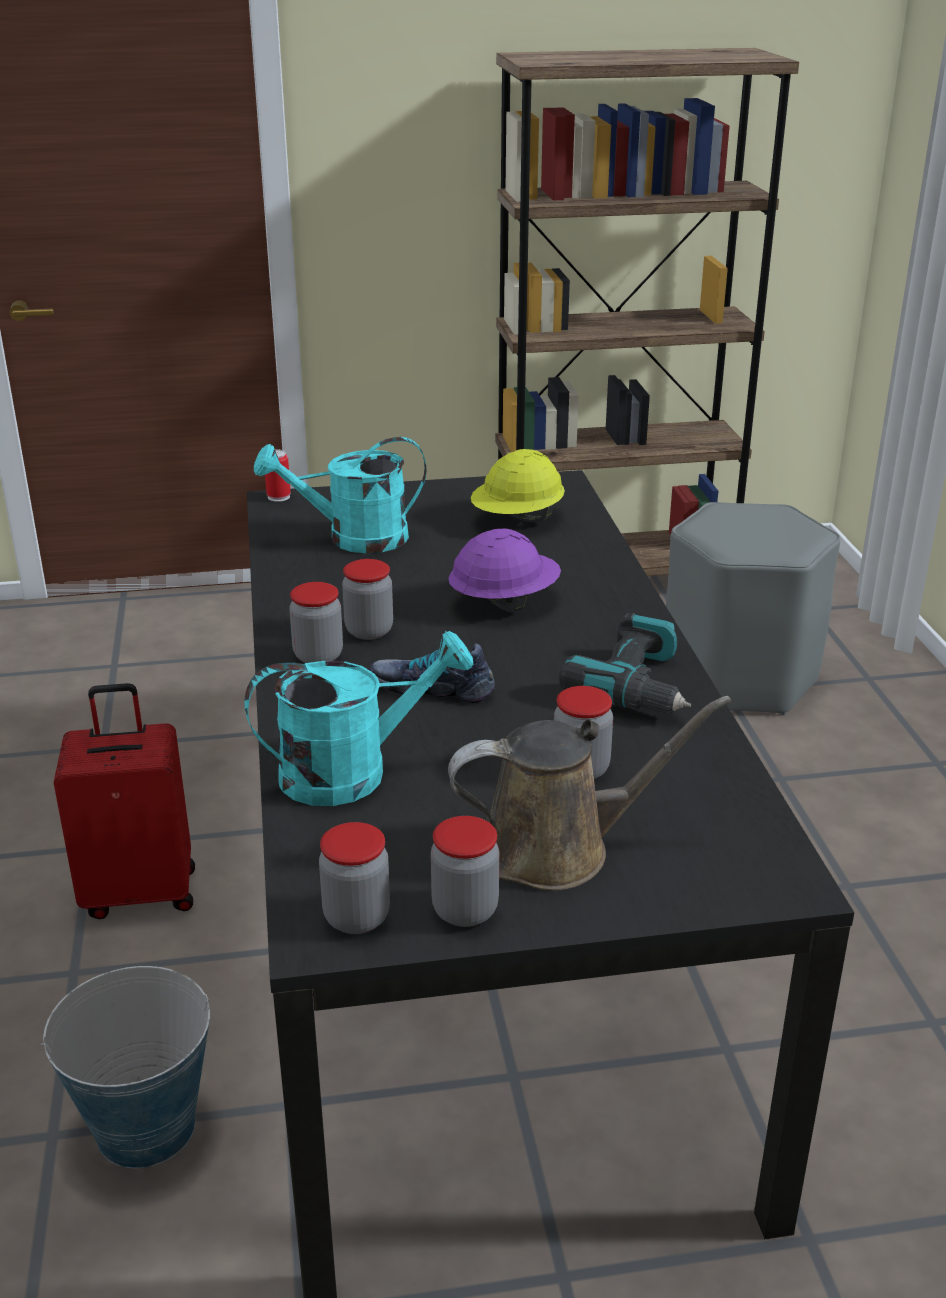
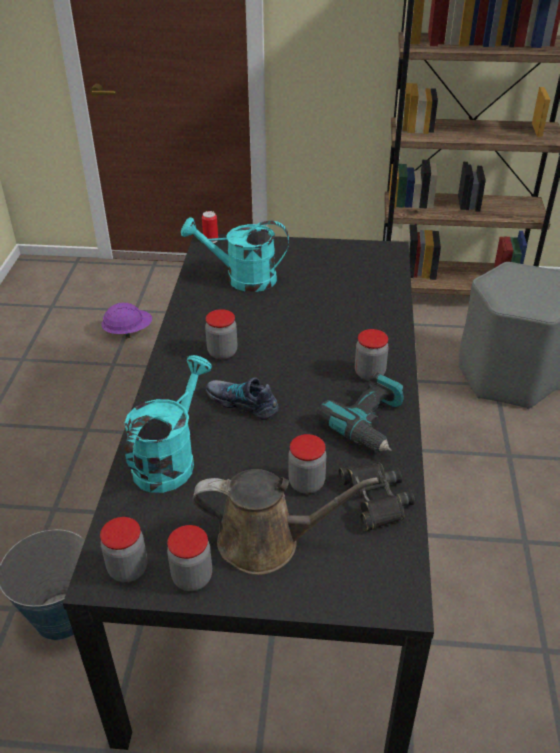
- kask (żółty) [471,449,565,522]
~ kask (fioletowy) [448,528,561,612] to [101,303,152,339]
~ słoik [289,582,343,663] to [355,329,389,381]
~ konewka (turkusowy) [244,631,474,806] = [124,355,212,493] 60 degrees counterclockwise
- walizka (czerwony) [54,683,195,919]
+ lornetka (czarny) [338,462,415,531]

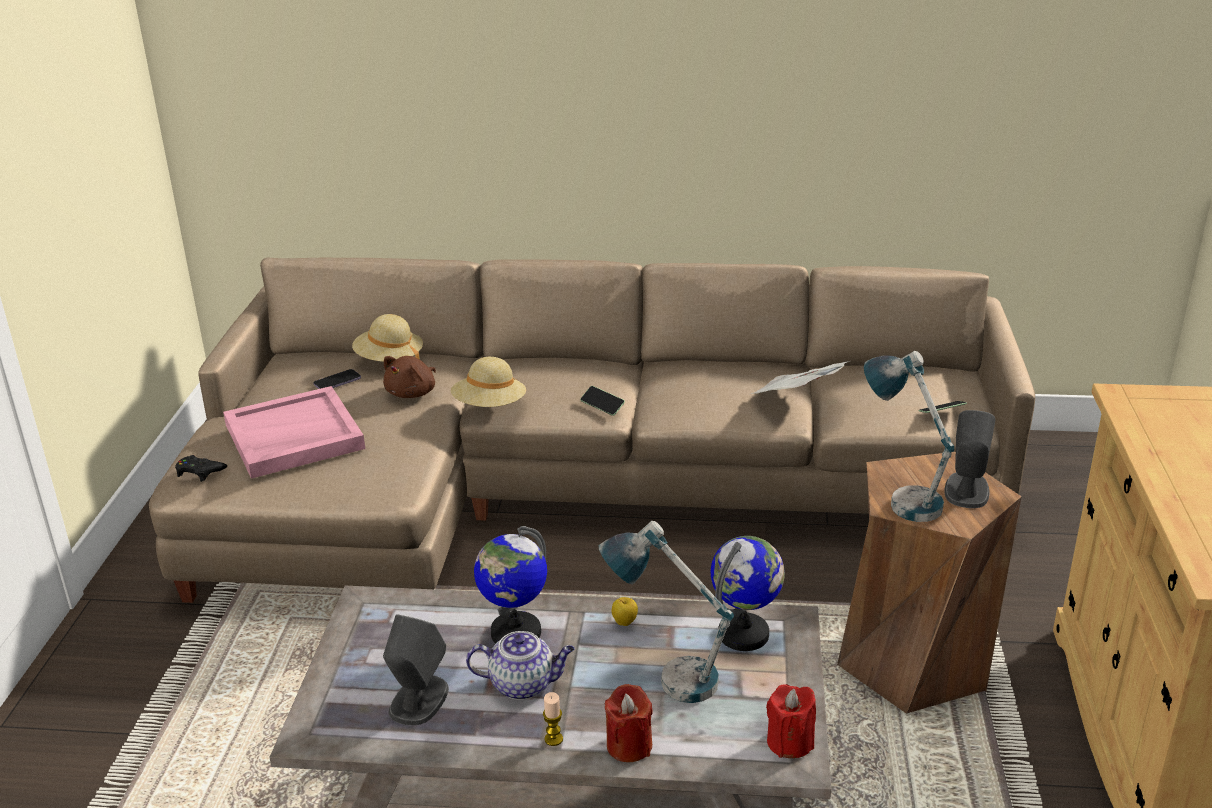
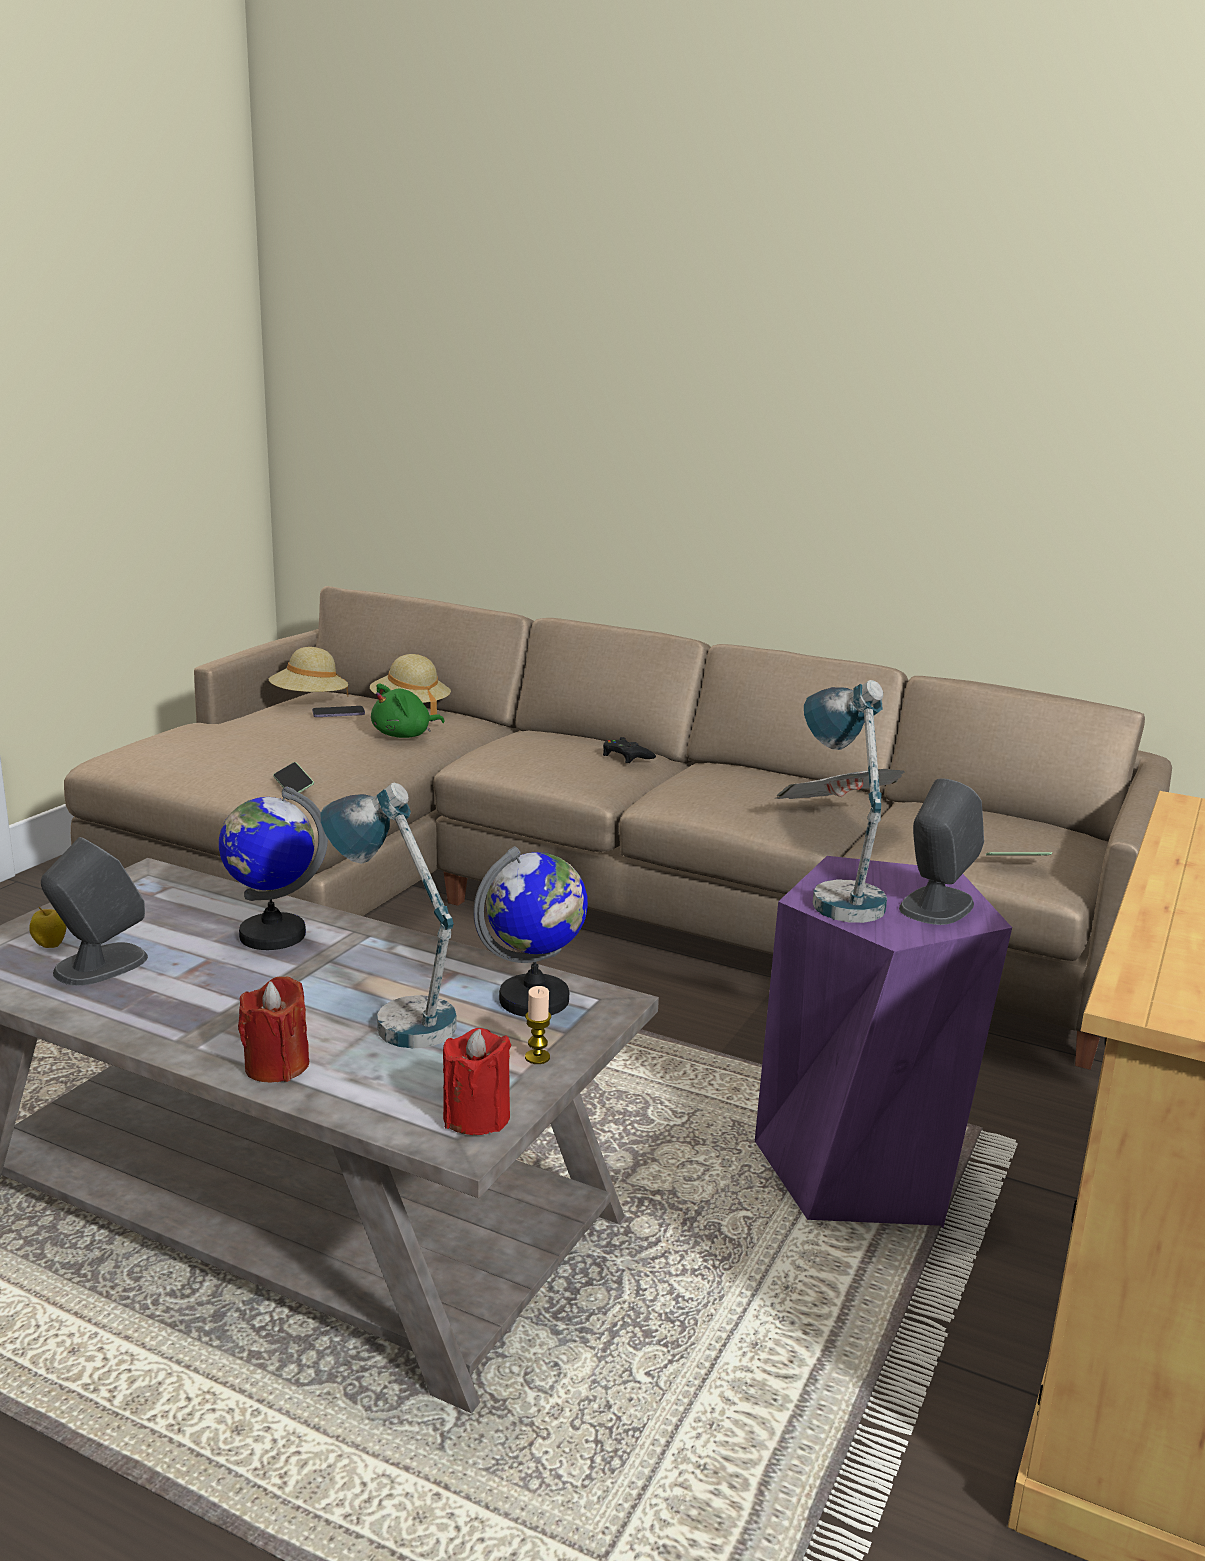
~ pluszak (brązowy) [383,356,436,398] to pluszak (zielony) [371,684,444,738]
~ kapelusz (beżowy) [451,357,526,407] to [269,647,348,697]
- taca (różowy) [223,386,365,479]
~ telefon [580,386,625,416] to [273,762,314,793]
~ stołek (brązowy) [837,452,1022,714] to stołek (fioletowy) [755,856,1012,1228]
~ pad do gier (czarny) [175,455,227,482] to [603,737,656,763]
~ jabłko [612,597,638,626] to [29,907,66,948]
- imbryk [466,631,575,700]
~ świeca [543,692,563,746] to [525,986,551,1064]

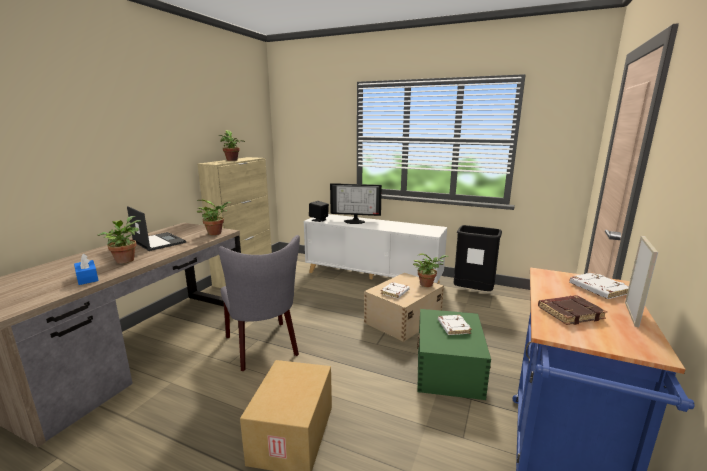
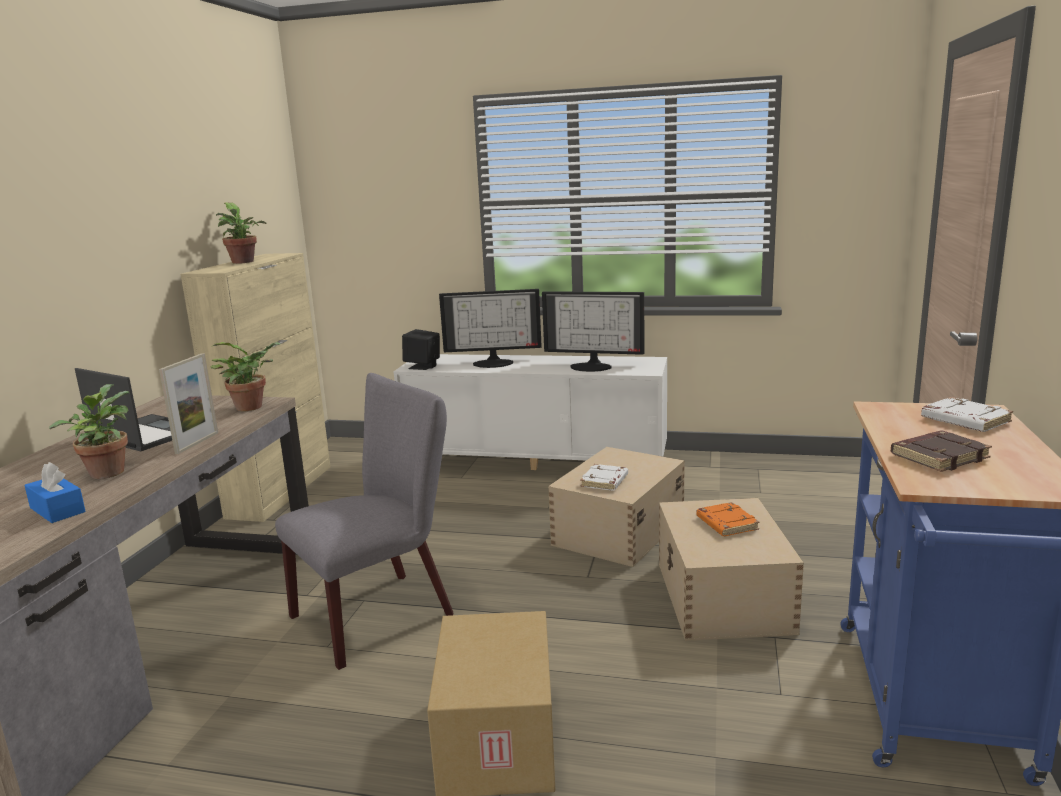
- kosz na śmieci (czarny) [454,225,502,291]
~ krzesło (szary) [219,235,300,371] = [275,373,453,670] 90 degrees counterclockwise
~ ramka na zdjęcie [625,236,658,327] to [159,353,218,454]
- roślina doniczkowa [413,253,448,287]
~ pojemnik do przechowywania (zielony) [417,309,491,400] to pojemnik do przechowywania (beżowy) [659,498,804,641]
~ książka (biały) [438,315,472,335] to książka (pomarańczowy) [696,502,760,536]
+ monitor [542,291,644,372]

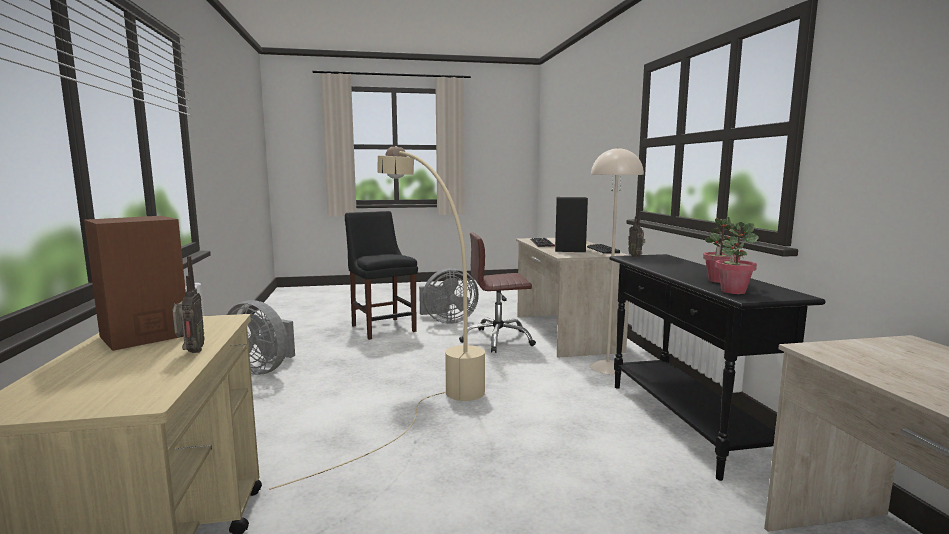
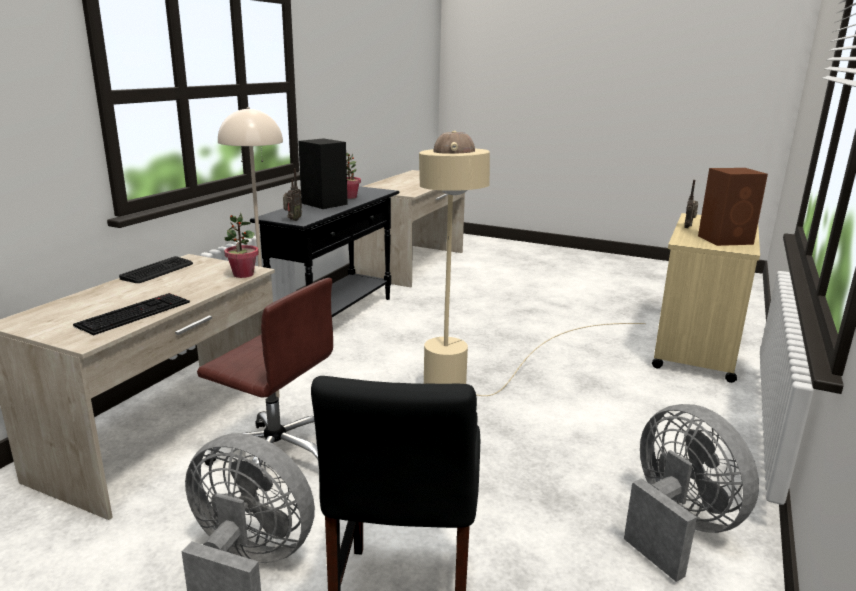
~ głośnik (czarny) [555,197,588,252] to [298,138,347,209]
~ roślina doniczkowa [715,222,759,294] to [224,212,259,278]

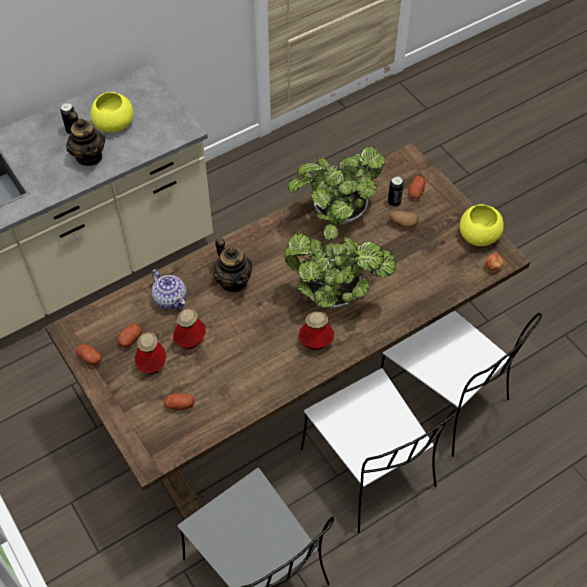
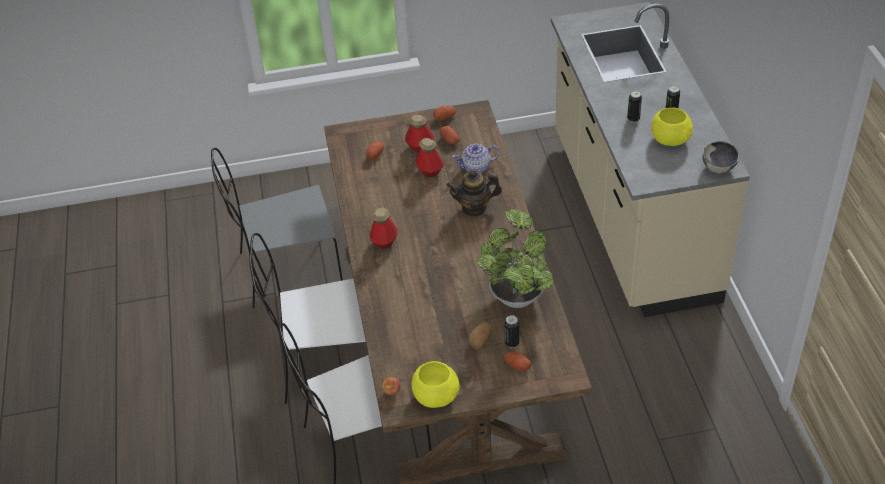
~ imbryk [66,112,105,166] to puszka [627,91,642,122]
- roślina doniczkowa [284,224,396,308]
+ miska [702,141,739,173]

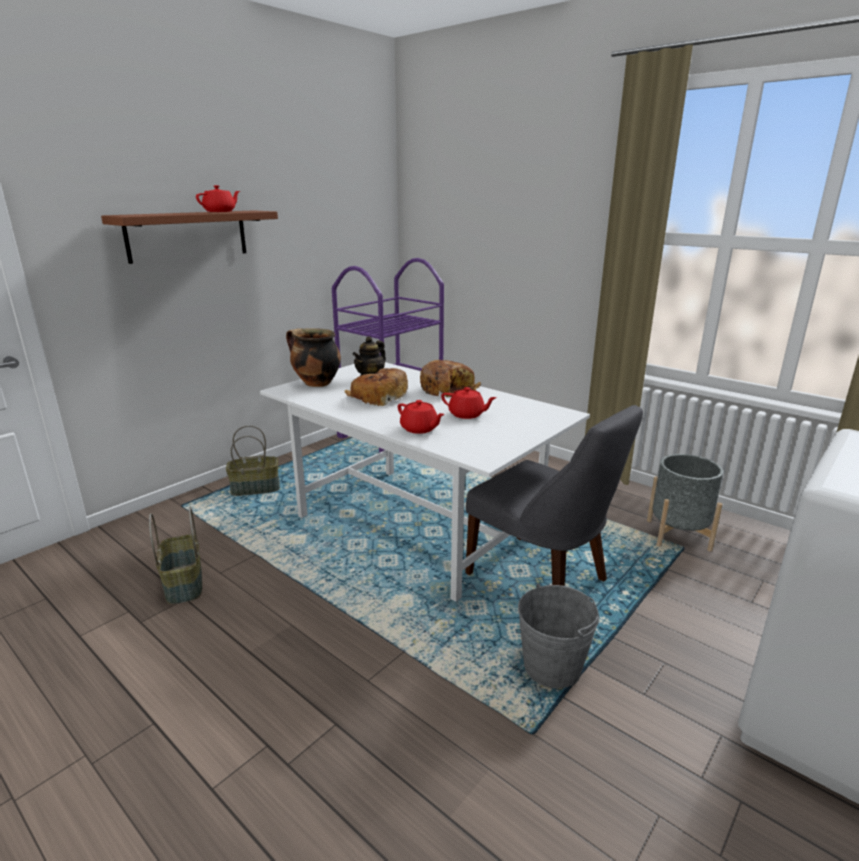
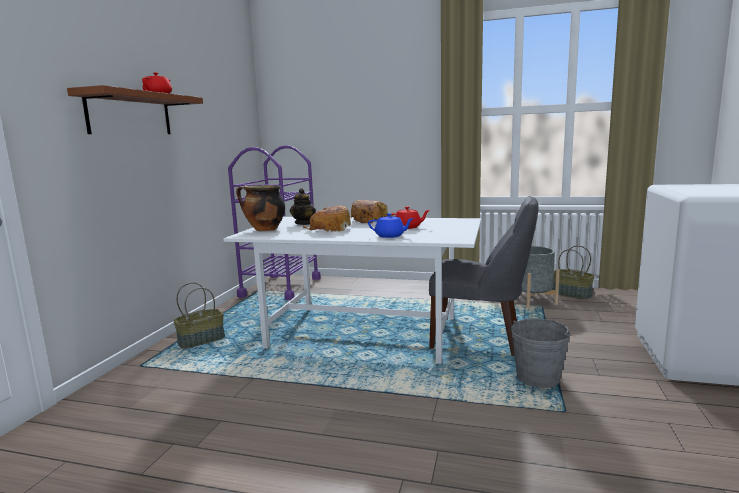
~ imbryk (czerwony) [398,400,445,434] to imbryk (niebieski) [368,213,414,238]
~ koszyk [149,507,202,605] to [552,245,594,300]

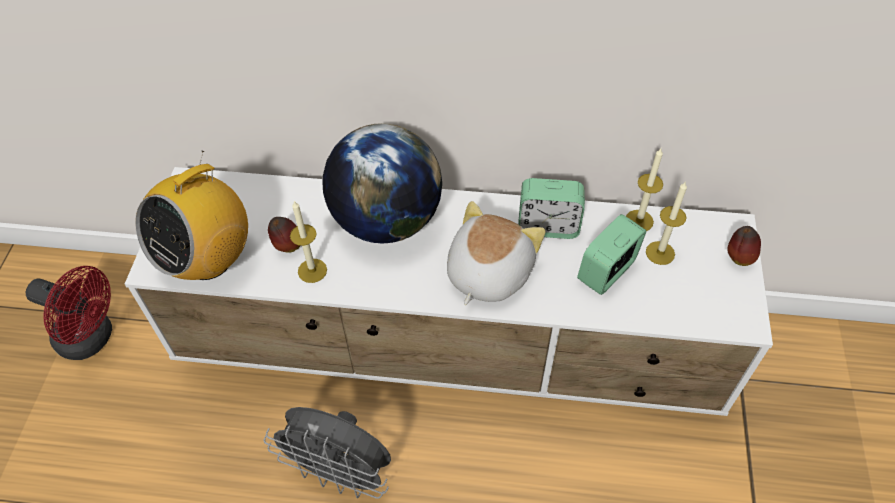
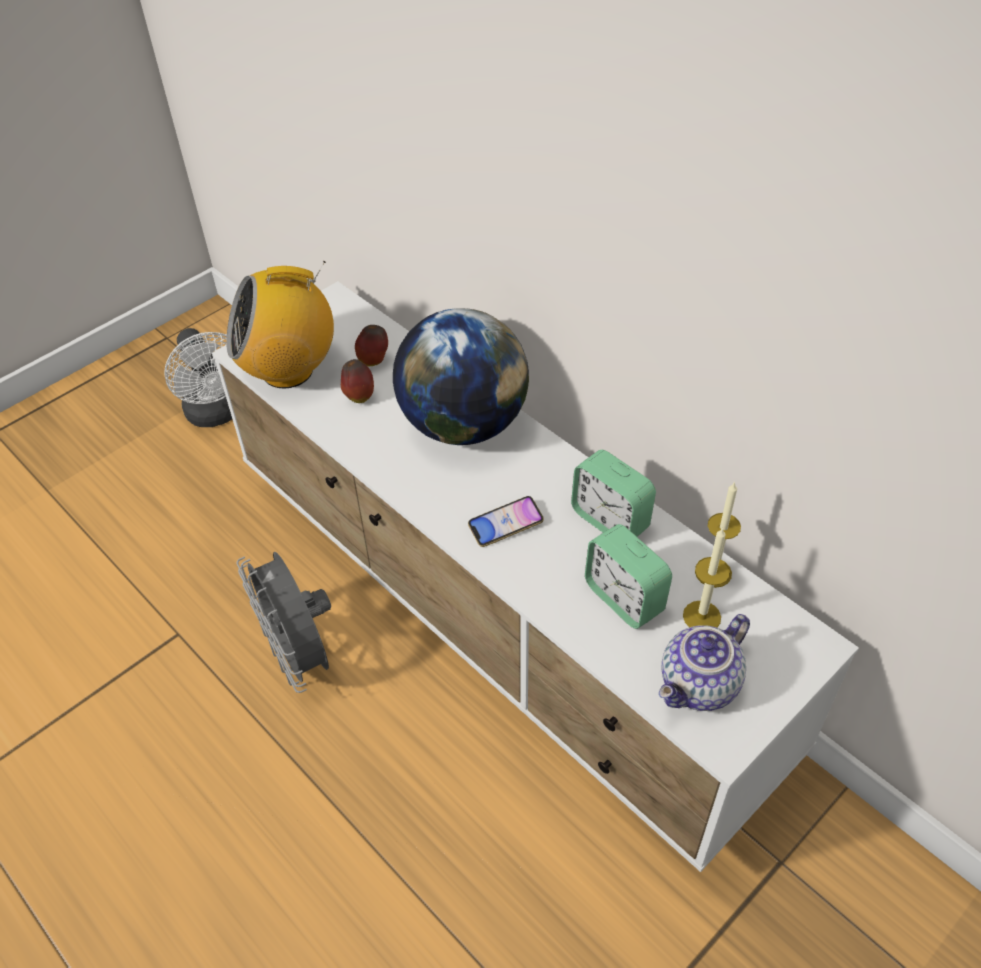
- świeca [290,200,327,283]
~ pluszak [447,201,546,305] to telefon [468,496,544,547]
~ budzik [577,214,646,295] = [585,524,672,629] 120 degrees counterclockwise
~ jabłko [727,226,761,266] to [355,325,388,366]
~ wentylator (czerwony) [26,266,112,360] to wentylator (biały) [164,328,232,427]
+ imbryk [659,614,750,711]

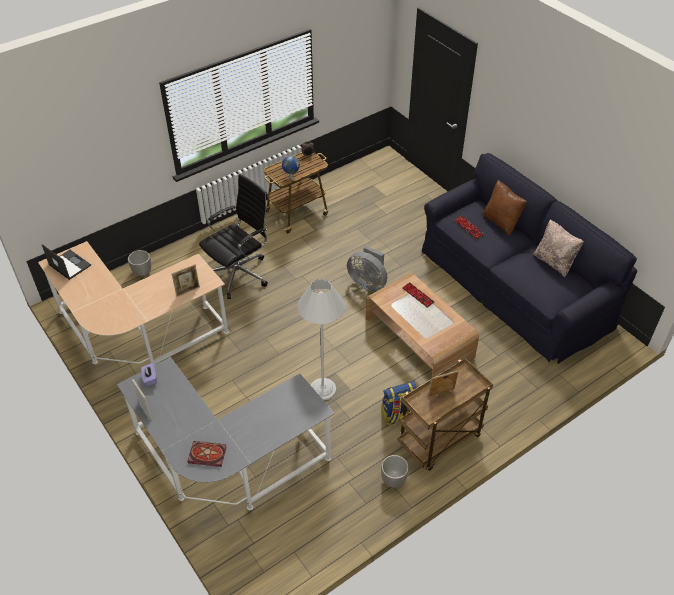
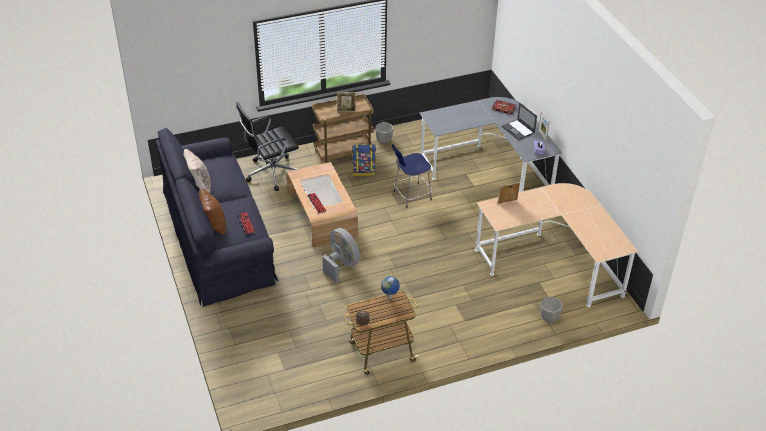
~ krzesło biurowe (czarny) [199,174,268,299] to [236,102,299,191]
~ laptop [42,244,91,280] to [502,103,537,140]
~ lampa stojąca (biały) [297,279,345,400] to stołek (niebieski) [392,144,432,208]

